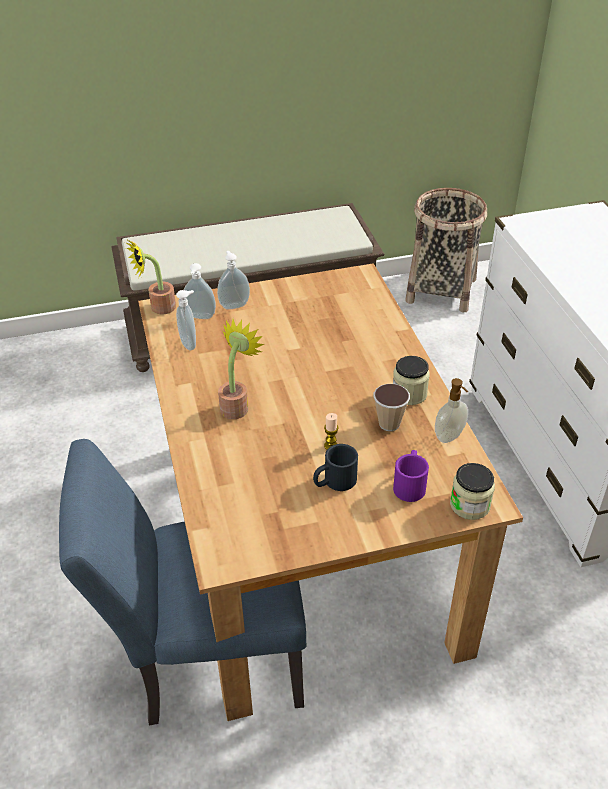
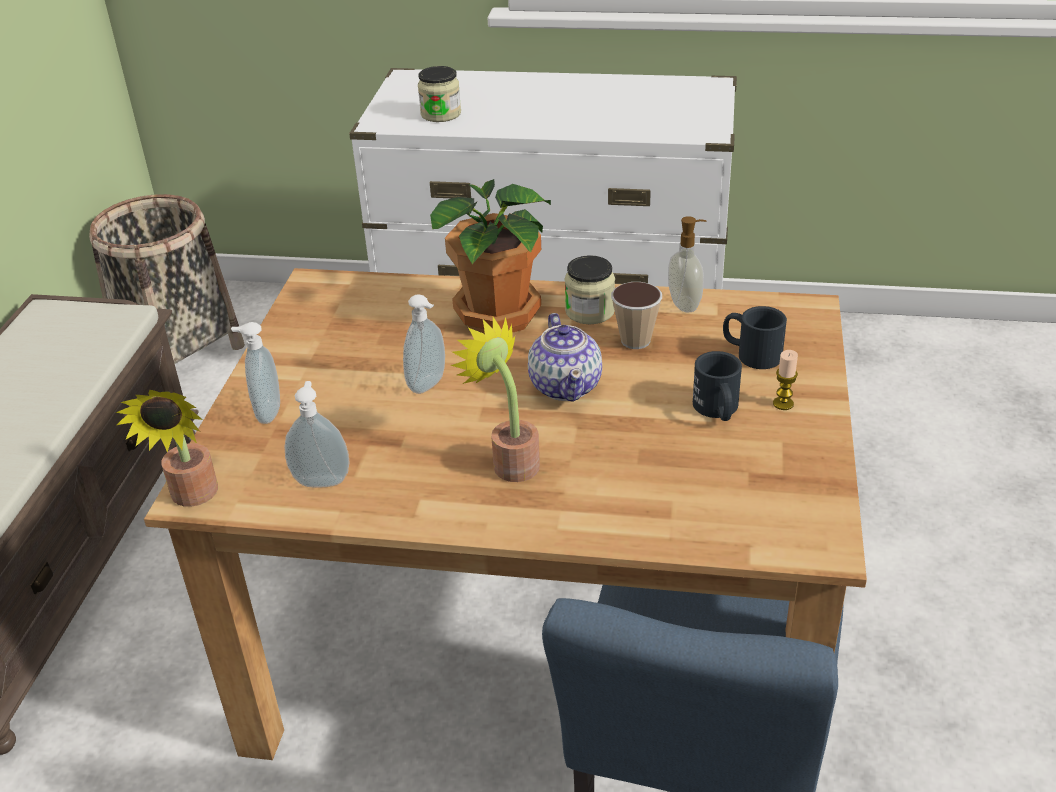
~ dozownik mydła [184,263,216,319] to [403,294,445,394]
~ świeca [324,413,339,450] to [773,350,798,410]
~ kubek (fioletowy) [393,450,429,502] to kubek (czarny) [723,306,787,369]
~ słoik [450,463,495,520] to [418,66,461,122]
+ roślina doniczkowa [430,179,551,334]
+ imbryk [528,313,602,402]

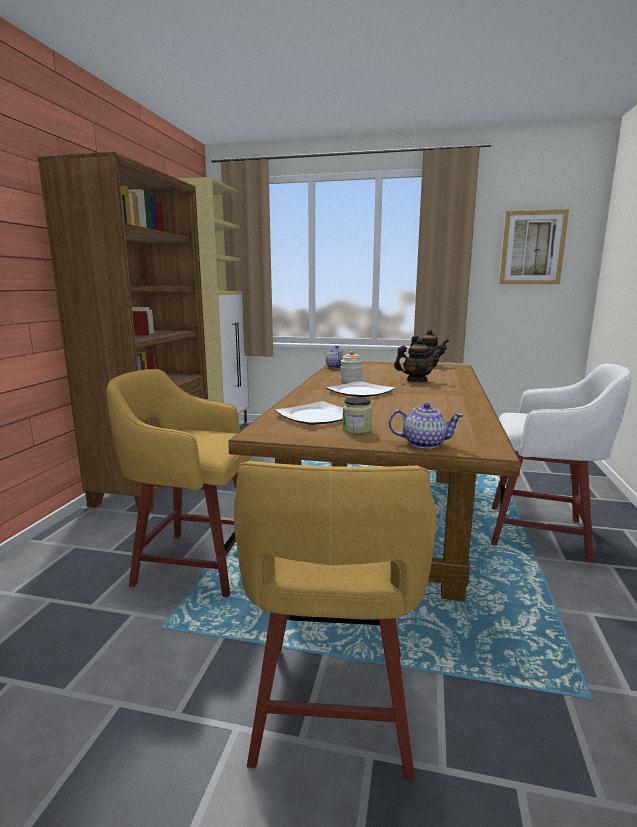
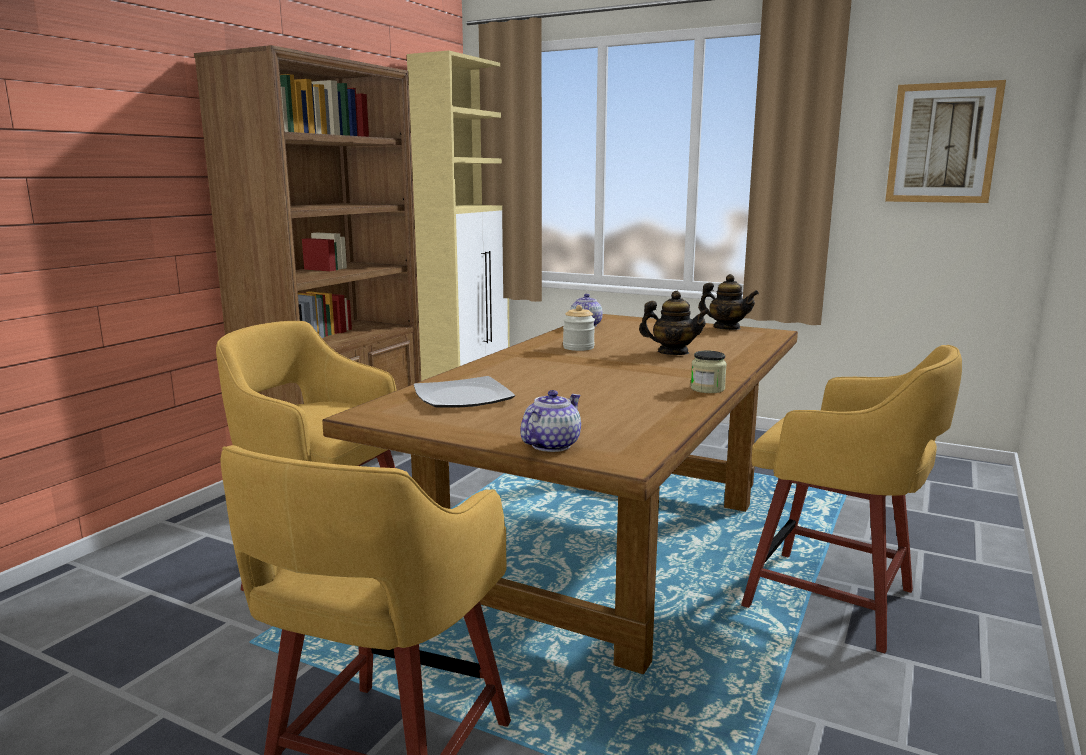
~ stołek (biały) [491,364,631,563] to stołek (żółty) [741,345,962,653]
- talerz [326,381,395,397]
~ słoik [343,397,372,434] to [691,351,727,393]
~ imbryk [389,403,464,449] = [521,390,581,452] 75 degrees counterclockwise

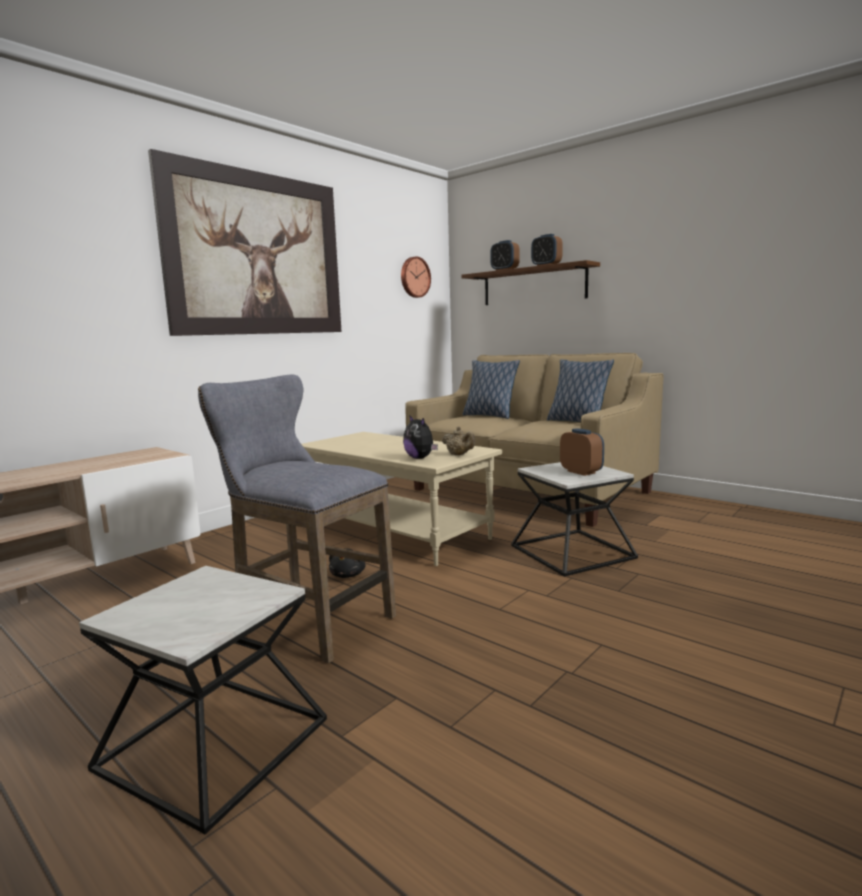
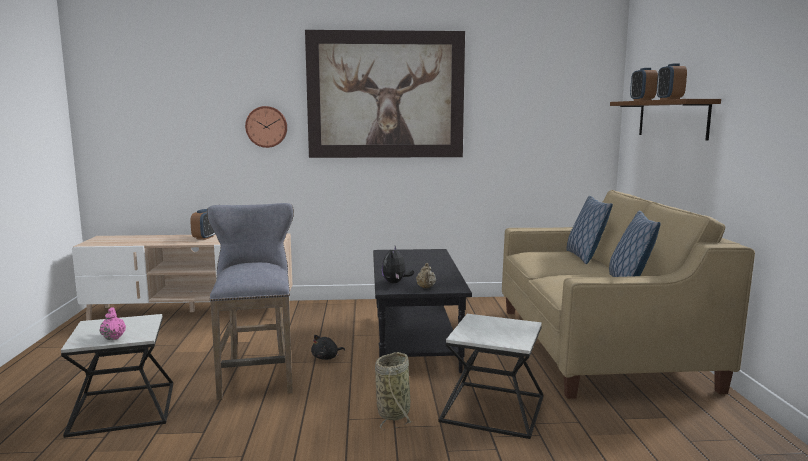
~ zegar ścienny [401,257,431,298] to [245,106,287,148]
~ budzik [560,428,604,476] to [190,209,215,240]
~ ława (beżowy) [301,432,502,566] to ława (czarny) [373,249,472,373]
+ imbryk (różowy) [100,307,126,340]
+ koszyk [375,352,412,430]

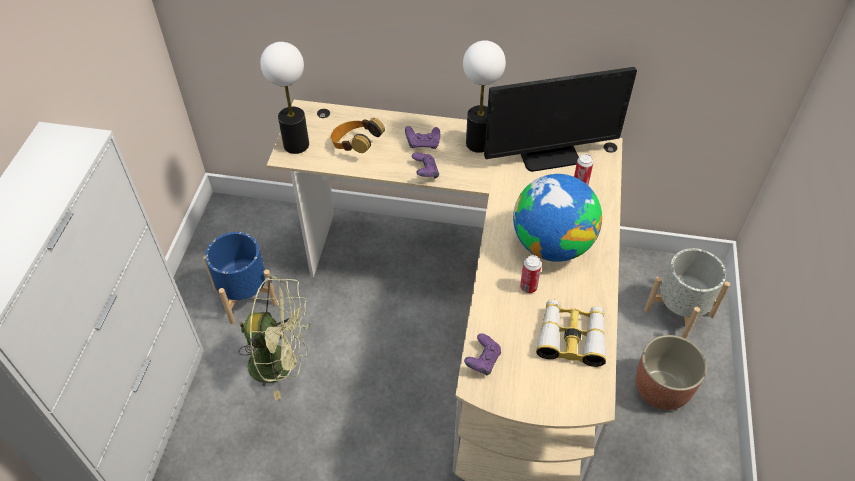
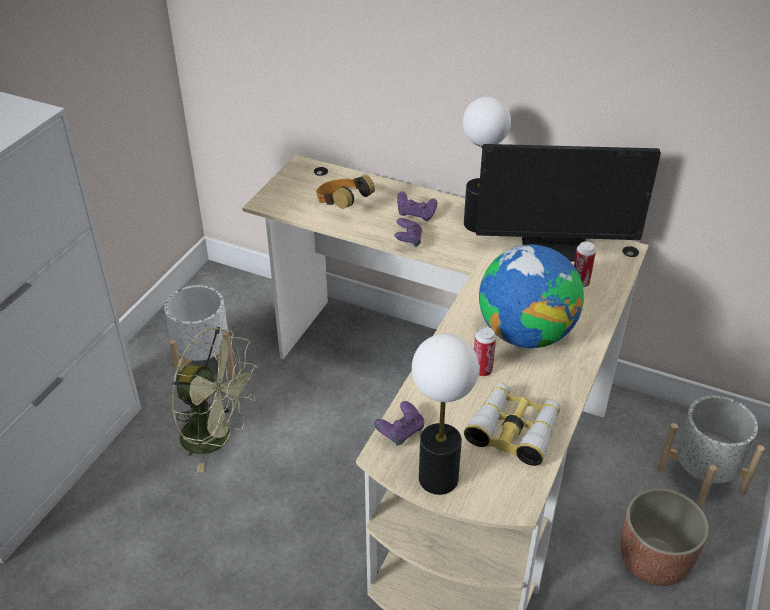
~ lampa stołowa [260,42,309,154] to [412,334,479,495]
~ donica (niebieski) [203,232,278,324] to donica (biały) [164,285,236,379]

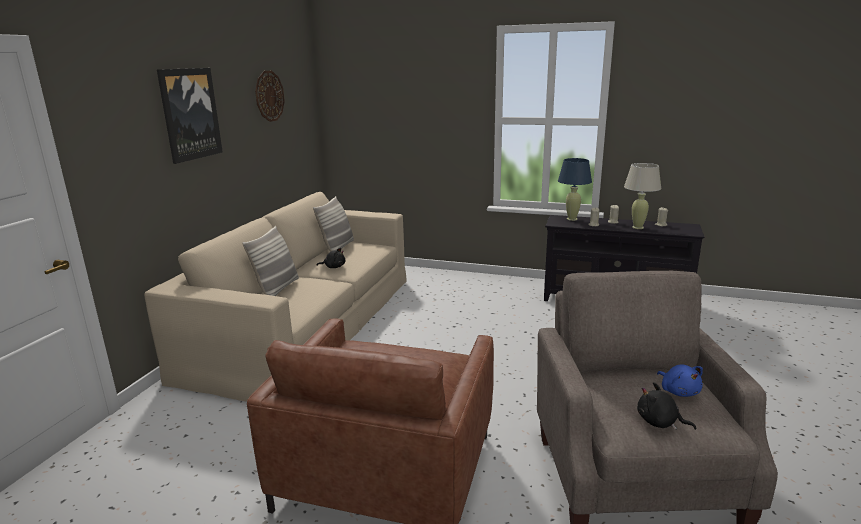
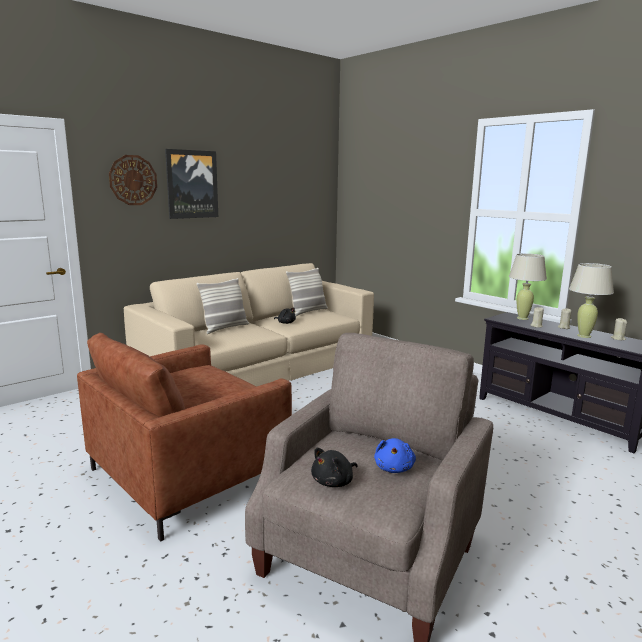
~ zegar ścienny [255,71,285,122] to [109,155,157,205]
~ lampa stołowa (niebieski) [558,158,592,221] to lampa stołowa (beżowy) [509,253,547,320]
~ pluszak (czarny) [637,382,696,430] = [311,448,358,487] 105 degrees counterclockwise

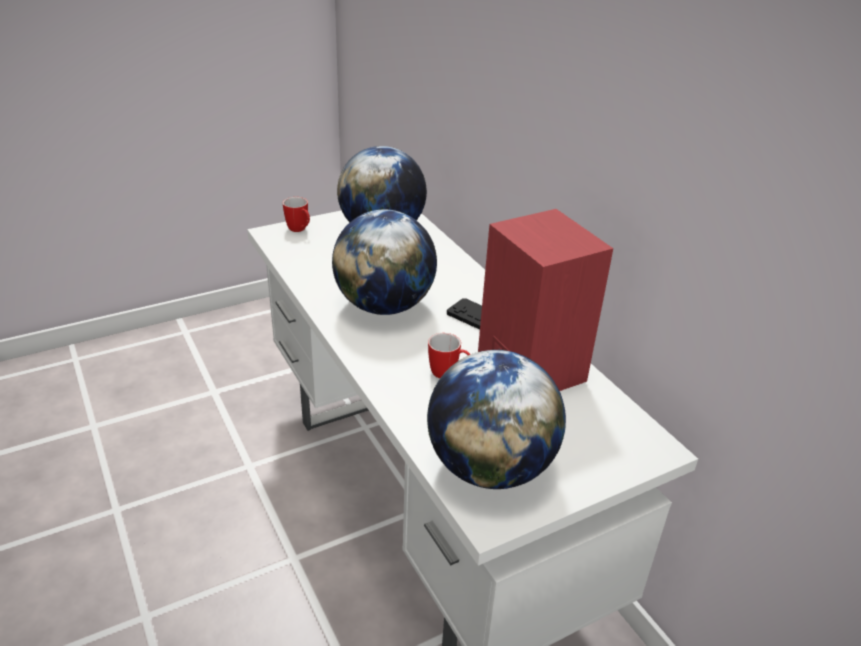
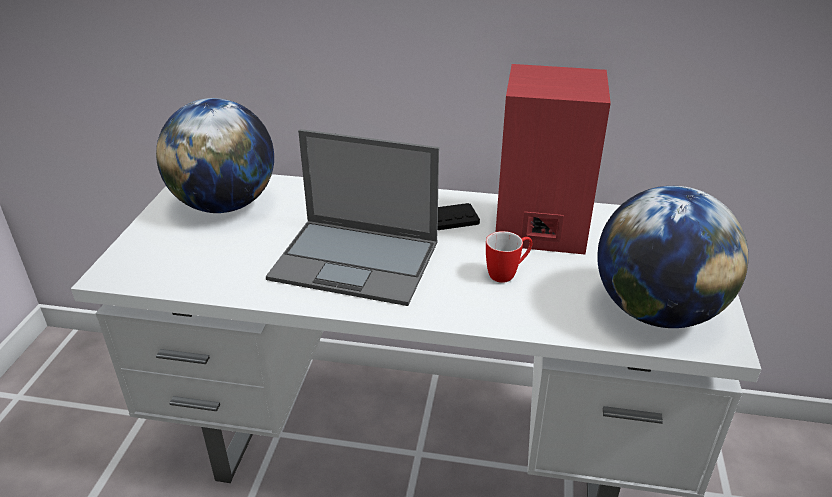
- kubek [283,197,310,232]
~ globus [332,209,437,315] to laptop [266,129,439,306]

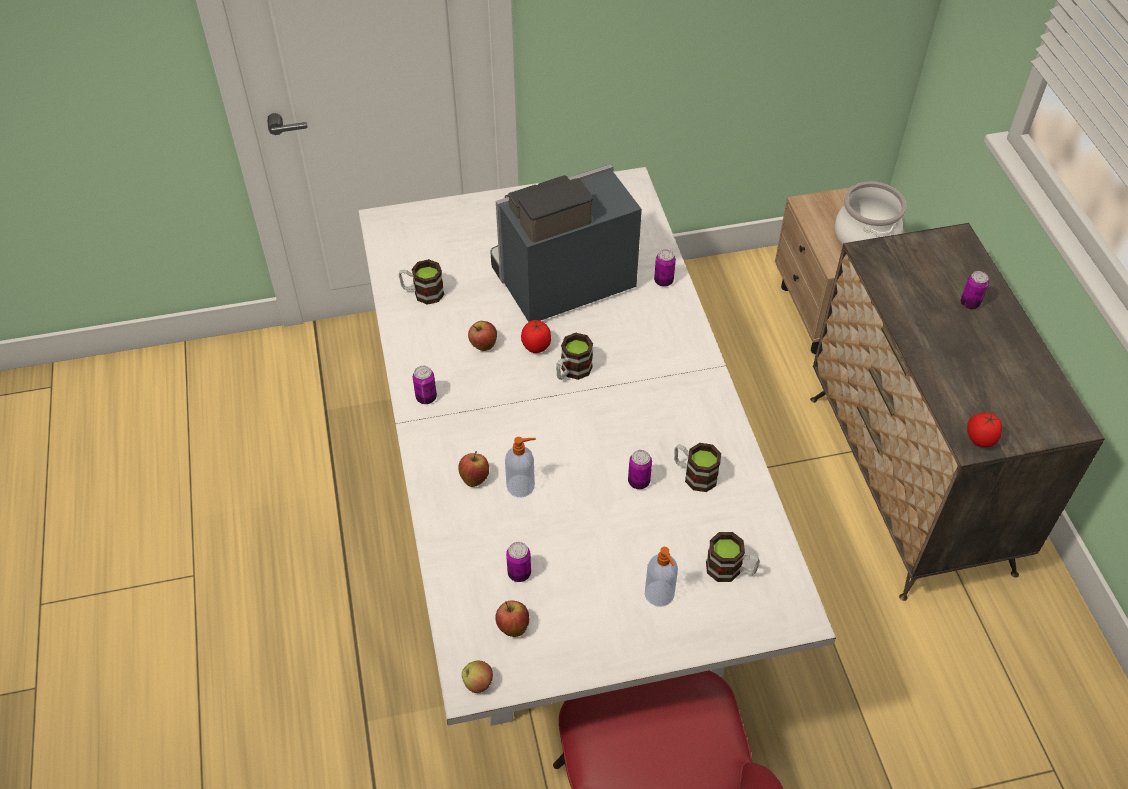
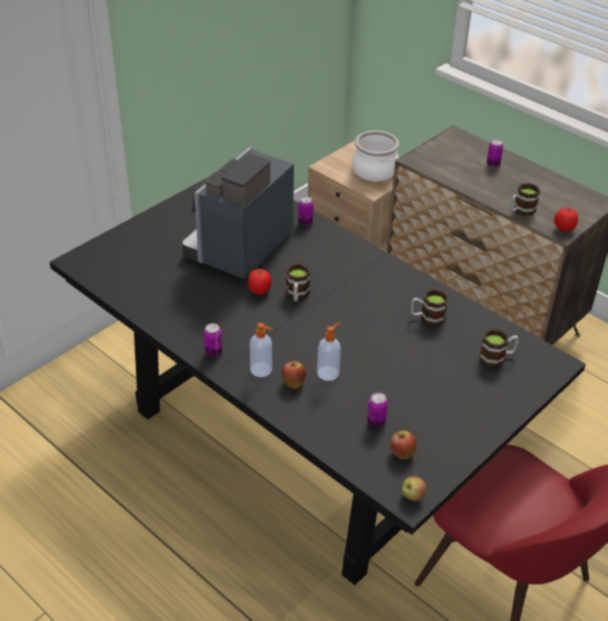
~ stół jadalny (biały) [358,167,836,726] to stół jadalny (czarny) [50,177,586,585]
~ kubek [399,259,445,305] to [510,183,540,216]
- jabłko [468,321,497,351]
- puszka [628,450,652,489]
~ dozownik mydła [645,547,678,607] to [250,323,273,377]

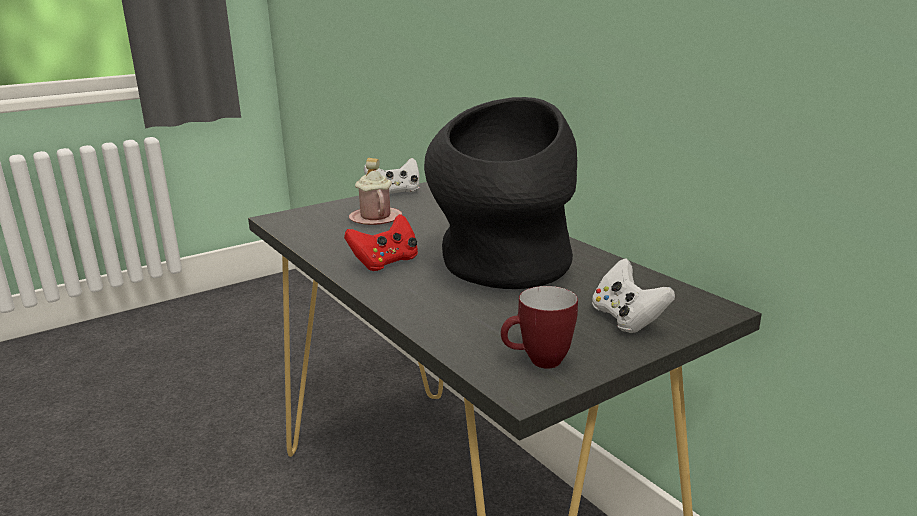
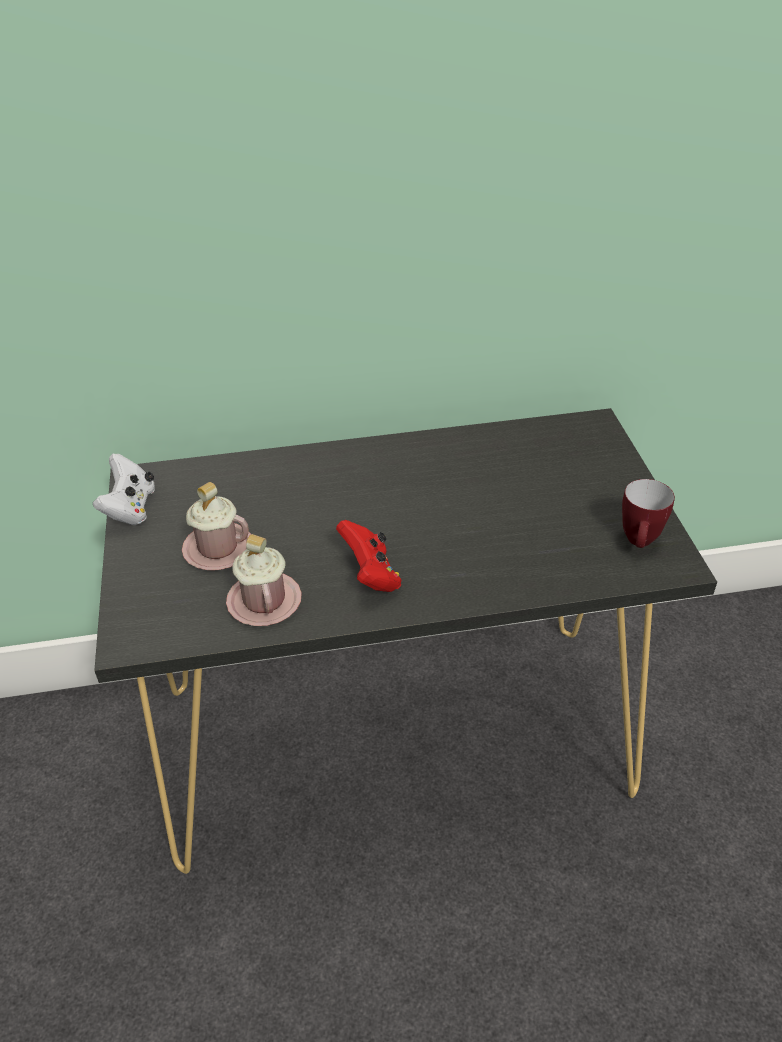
- wazon (czarny) [424,97,577,289]
- pad do gier (biały) [592,258,675,333]
+ kubek (różowy) [226,534,302,626]

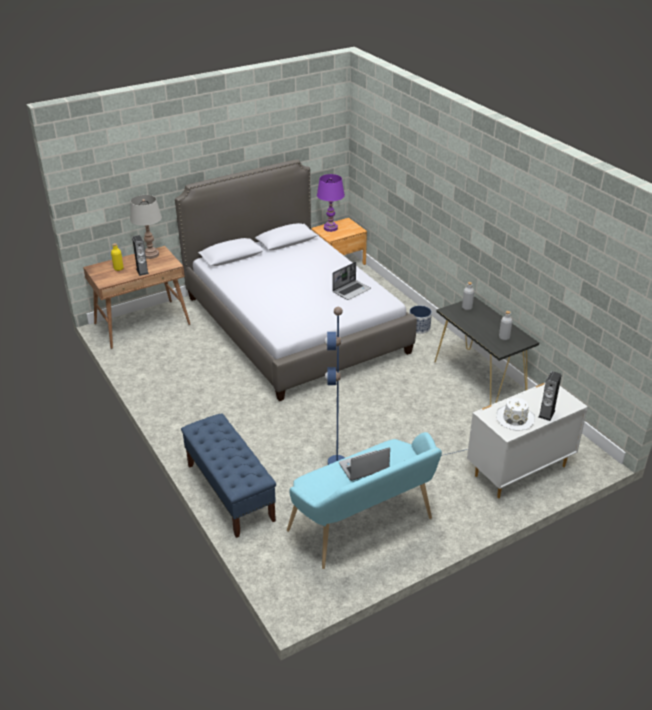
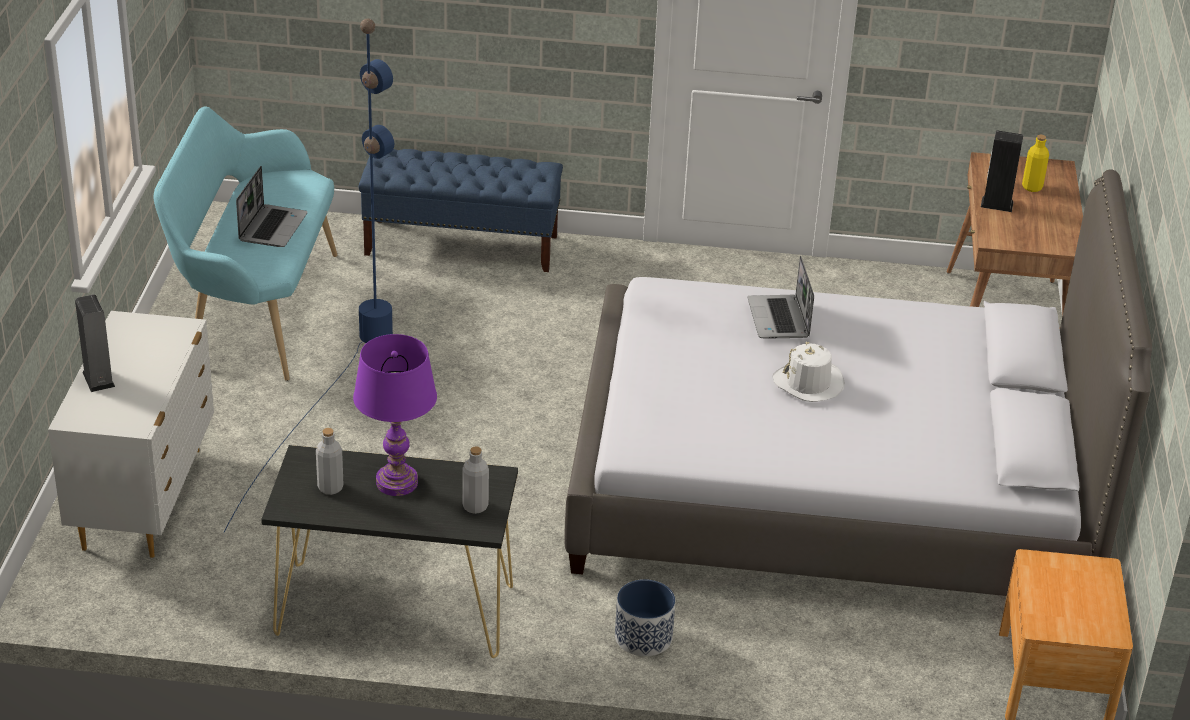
~ lampa stołowa (fioletowy) [317,174,345,232] to [353,334,437,496]
- lampa stołowa (szary) [130,195,162,259]
~ laptop [332,262,371,300] to [747,256,814,339]
~ kapelusz (biały) [496,398,535,431] to [773,342,845,402]

